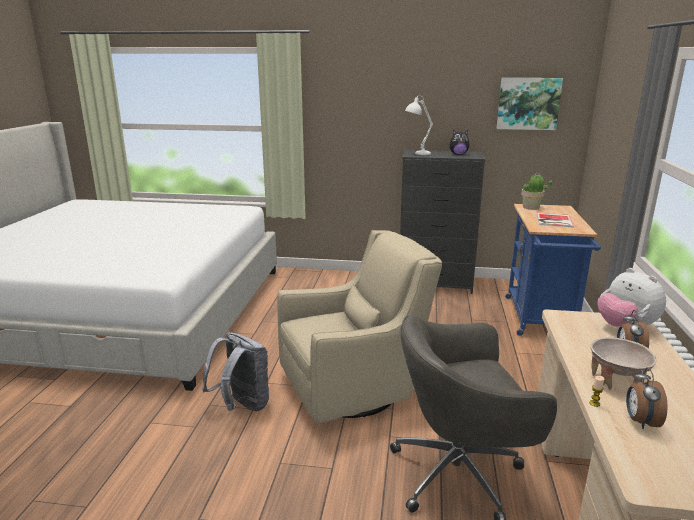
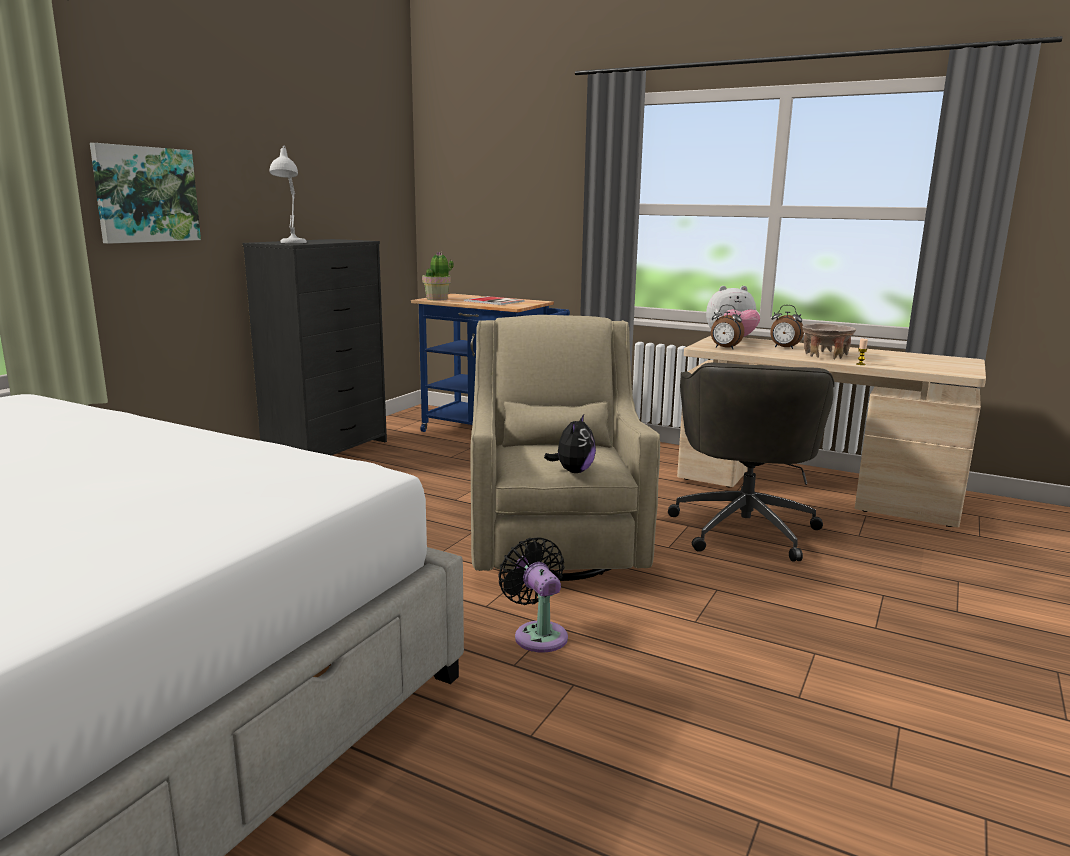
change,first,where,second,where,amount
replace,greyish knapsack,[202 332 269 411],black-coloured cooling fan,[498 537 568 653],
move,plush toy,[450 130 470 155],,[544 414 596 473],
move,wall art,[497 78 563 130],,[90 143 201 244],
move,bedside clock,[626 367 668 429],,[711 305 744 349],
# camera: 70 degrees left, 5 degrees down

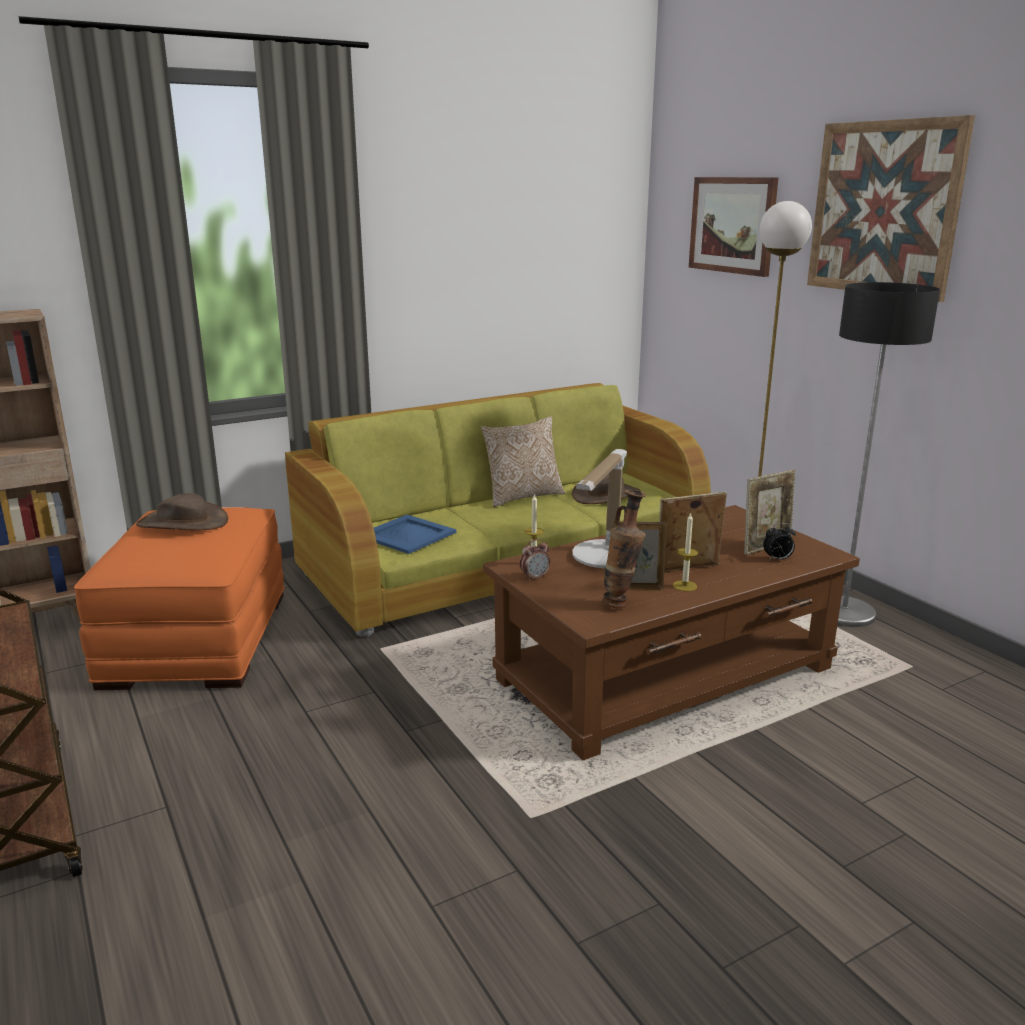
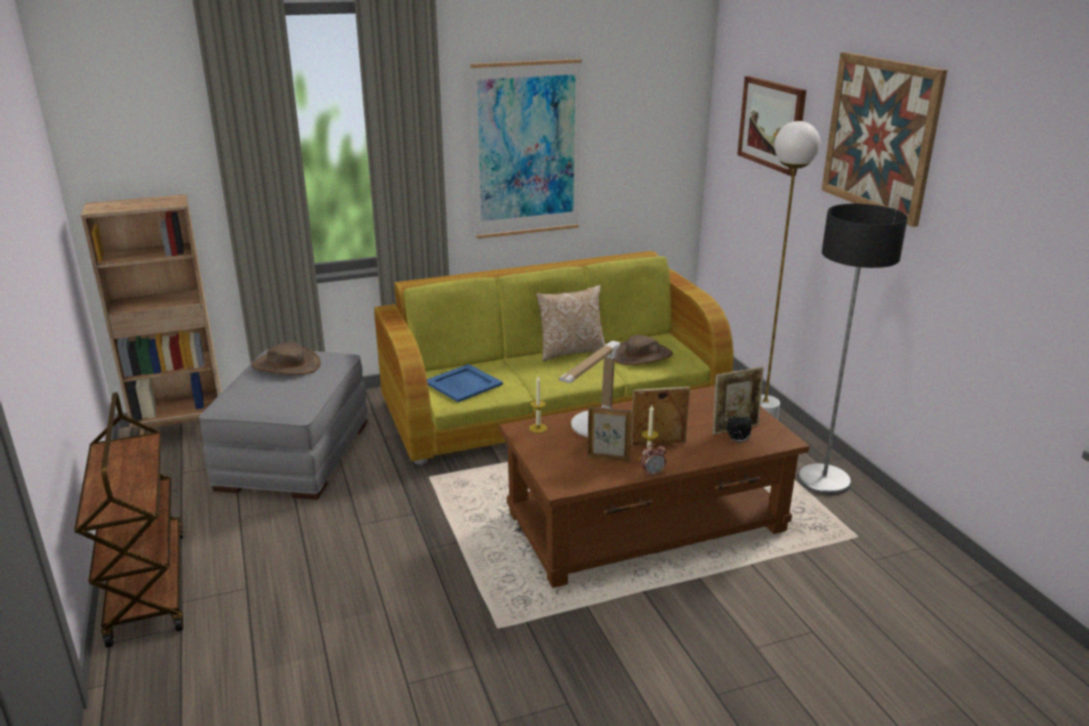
change,first,where,second,where,amount
recolor,orangey ottoman,[74 507 284 690],greyish ottoman,[199 350 368 500],
move,bedside clock,[520 539 550 581],,[640 443 666 477],
delete,vase,[602 490 646 609],,,
insert,,,wall art,[470 59 582 239],
# camera: 10 degrees right, 5 degrees up

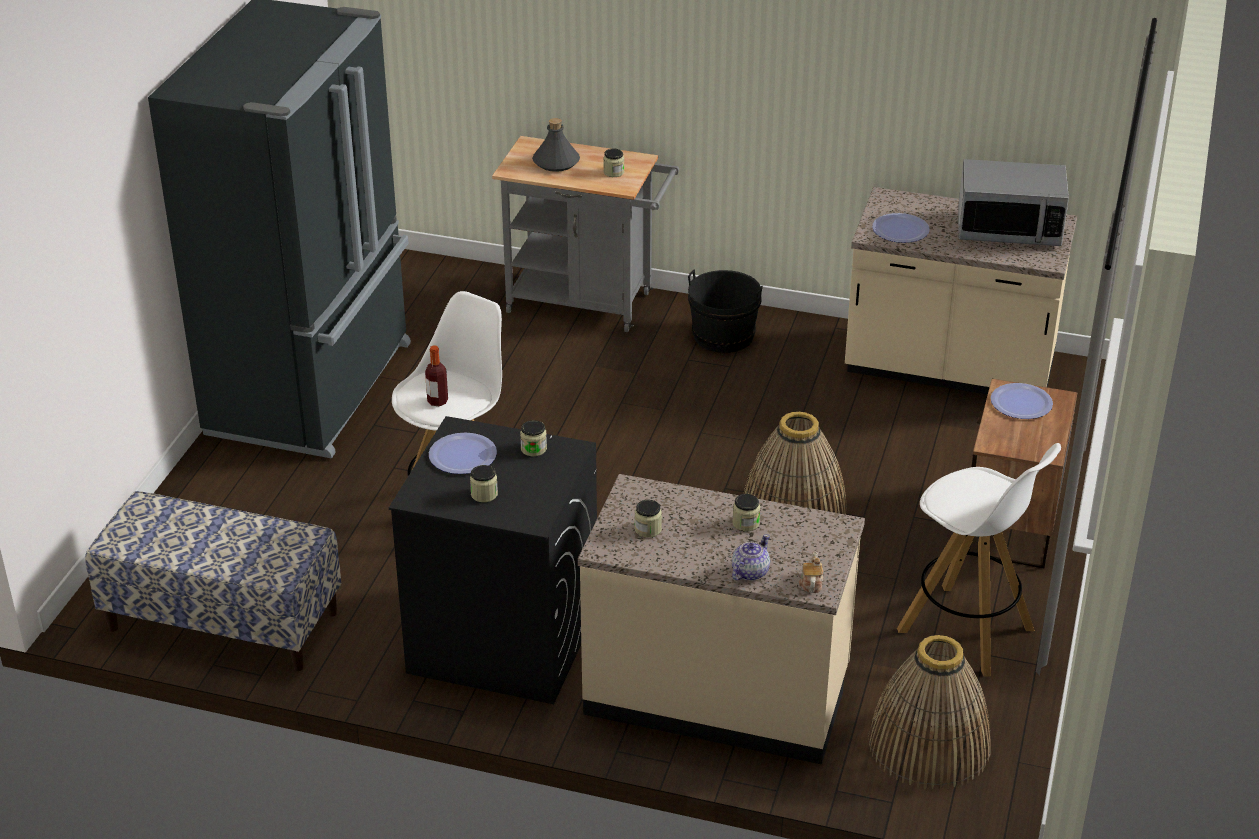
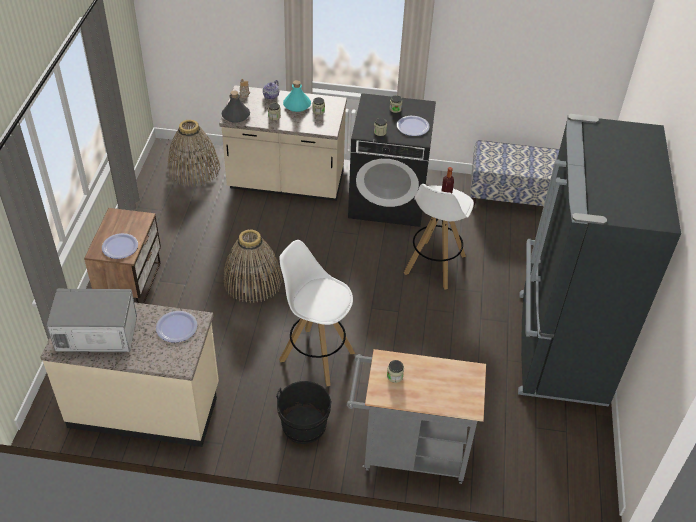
change,first,where,second,where,amount
move,greyish bottle,[532 118 580 172],,[222 91 250 123],
move,white stool,[897 443 1061 677],,[279 240 355 386],
insert,,,blue-green bottle,[283 80 311 112],
# camera: 170 degrees right, 10 degrees up

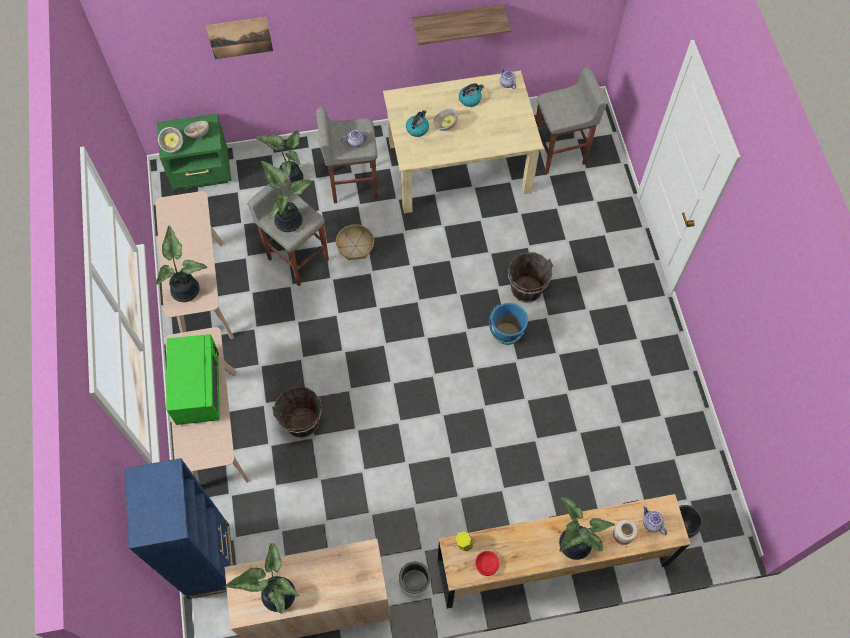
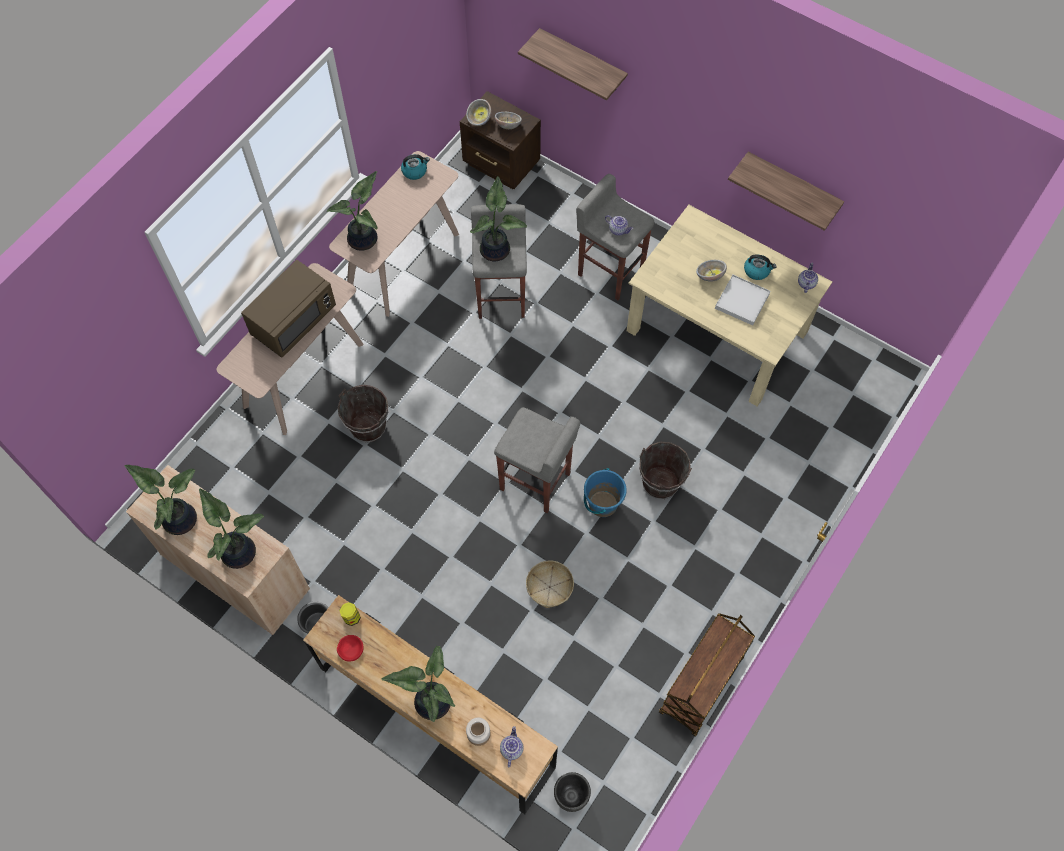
change,first,where,second,where,amount
delete,bluish bookshelf,[125 458 233 599],,,
recolor,greenish nightstand,[157 113 231 190],brown nightstand,[460 91 541 189],
recolor,greenish microwave oven,[166 334 220 425],brown microwave oven,[241 260 336 358],
replace,wall art,[205 17 273 59],shelf,[518 28 628 100],
move,plant in a pot,[255 131 303 183],,[199 489 264 569],
move,household basket,[336 224 374 260],,[526 560 574 608],
move,kettle,[406 110 429 137],,[401 154 430 180],
move,greyish stool,[536 68 607 174],,[494 407 580 513],
insert,,,brown wheeled cart,[659 613 755 736],
insert,,,white tray,[715 275 770 325],
# camera: 45 degrees right, 0 degrees up

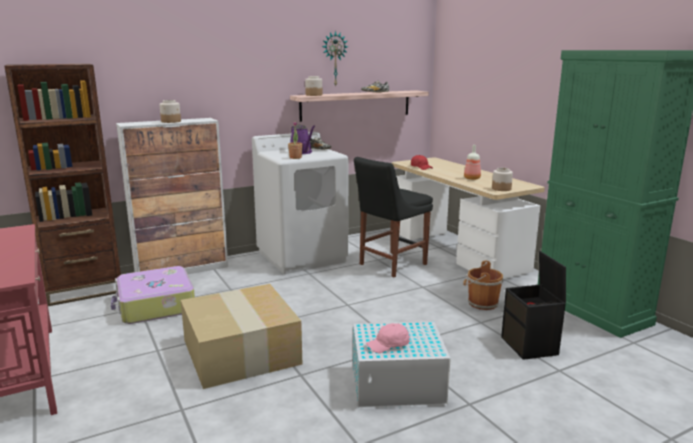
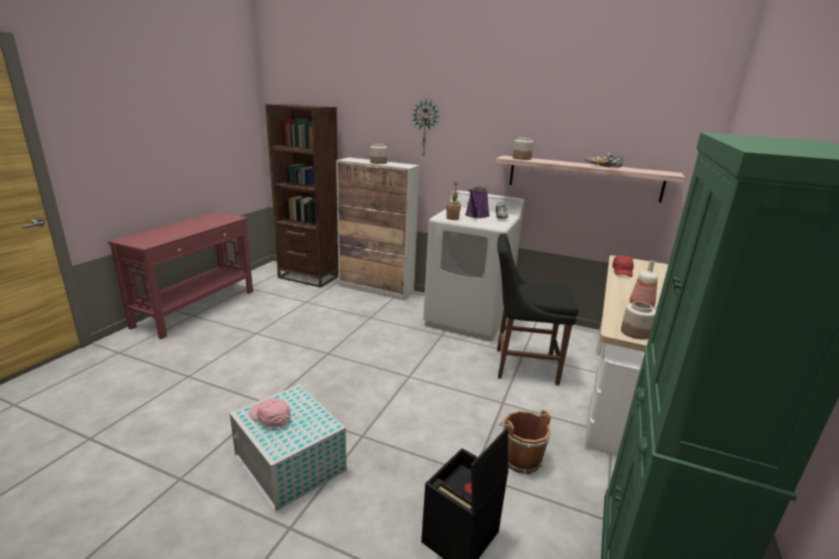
change,first,where,second,where,amount
delete,piece of luggage,[111 266 195 324],,,
delete,packing box,[181 284 302 389],,,
move,wall clock,[322 31 348 86],,[411 99 440 157],
# camera: 50 degrees right, 5 degrees up

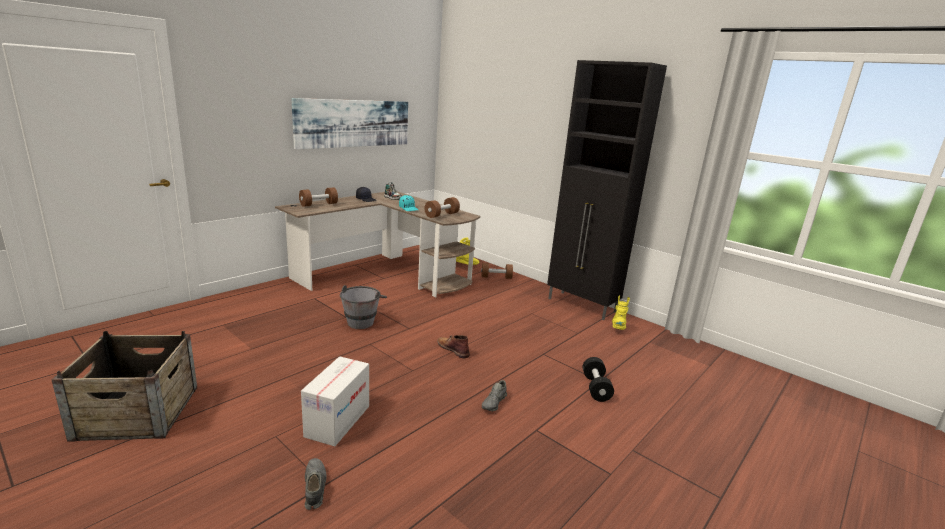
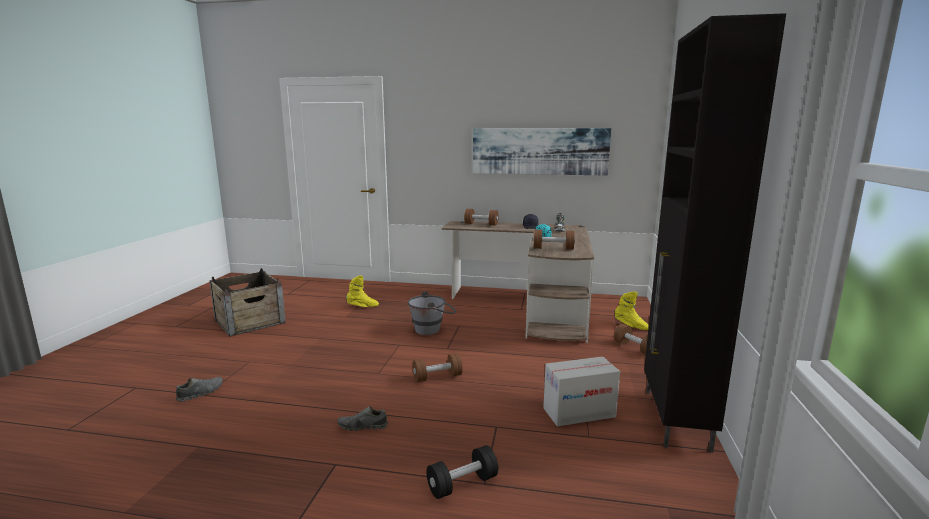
change,first,where,second,where,amount
move,packing box,[301 356 369 446],,[543 356 620 426],
replace,brown high-top boot,[437 335 470 358],brown dumbbell,[413 353 463 382],
move,yellow high-top boot,[612 295 630 330],,[346 275 379 307],
# camera: 60 degrees right, 5 degrees down

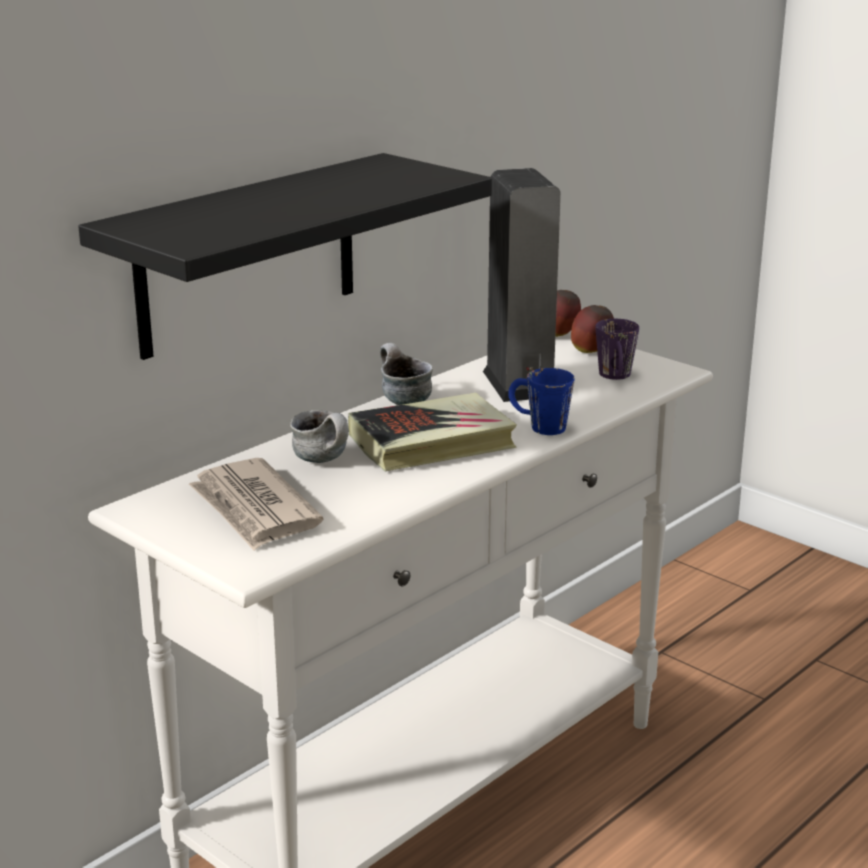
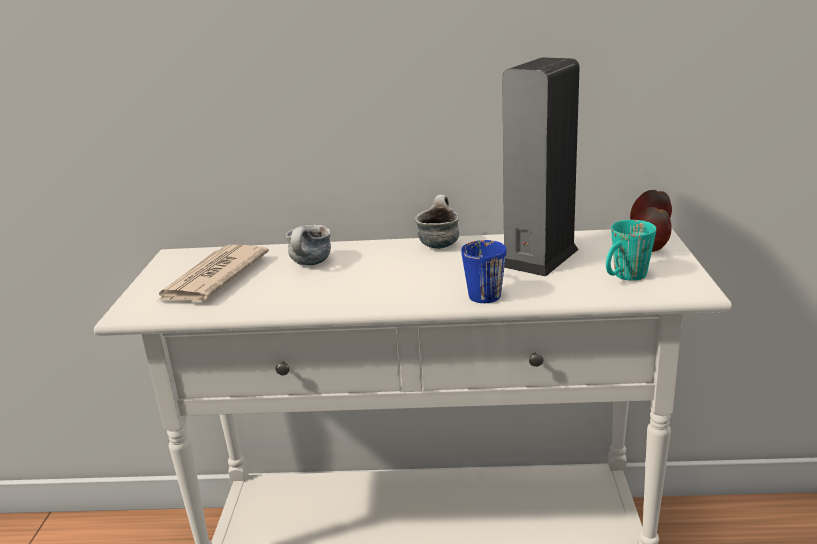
change,first,where,second,where,amount
delete,black-coloured shelf,[78 153 492 360],,,
delete,book,[348 393 517 471],,,
recolor,purple coffee mug,[596 319 639 380],blue-green coffee mug,[606 220 656 281],
# camera: 50 degrees right, 0 degrees up

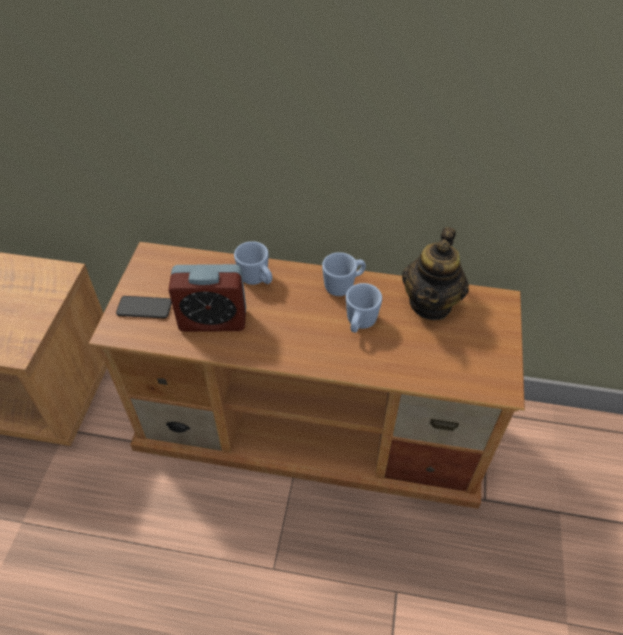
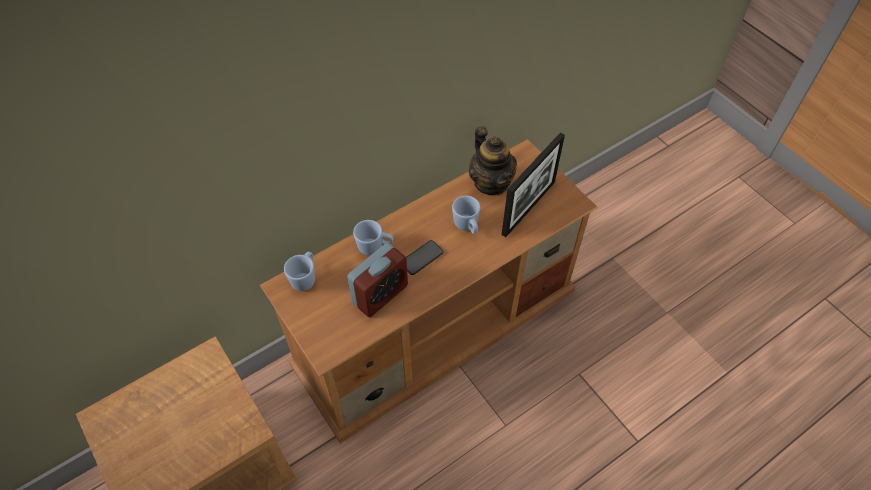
change,first,where,second,where,amount
move,phone,[116 296 172 318],,[406 240 444 275],
move,bluish coffee mug,[322 252 366 296],,[284 252 315 291],
insert,,,picture frame,[502 132 565 237],
# camera: 45 degrees left, 5 degrees up

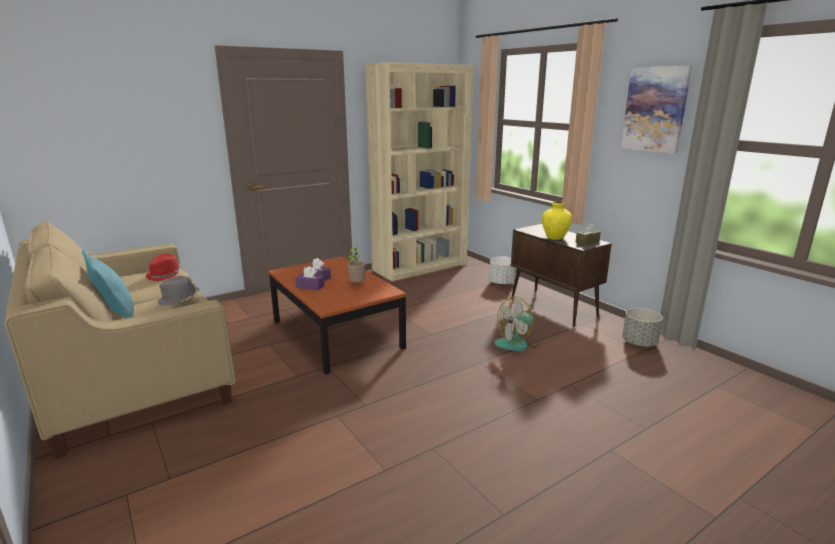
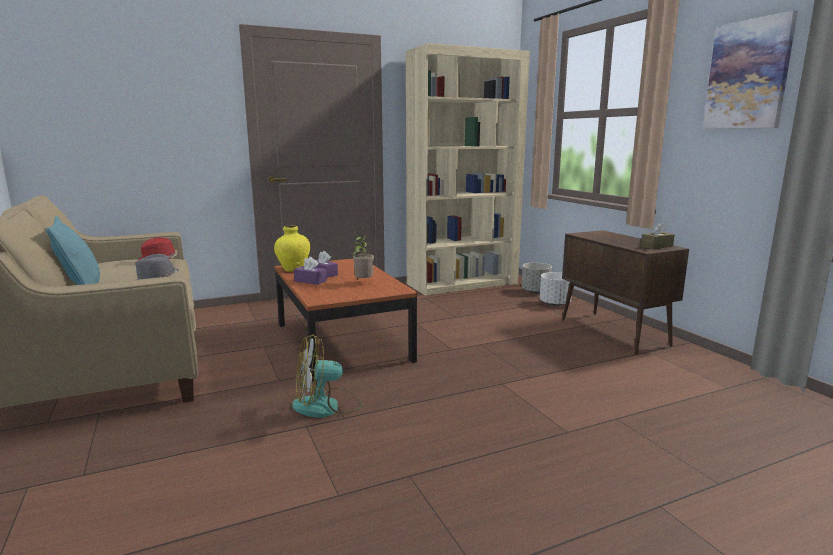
change,first,where,second,where,amount
move,cooling fan,[494 296 541 351],,[292 334 362 418],
move,yellow vase,[542 201 572 240],,[274 225 310 272],
move,greyish plant pot,[622 308 663 347],,[522 263 552 294],
# camera: 10 degrees right, 5 degrees down

